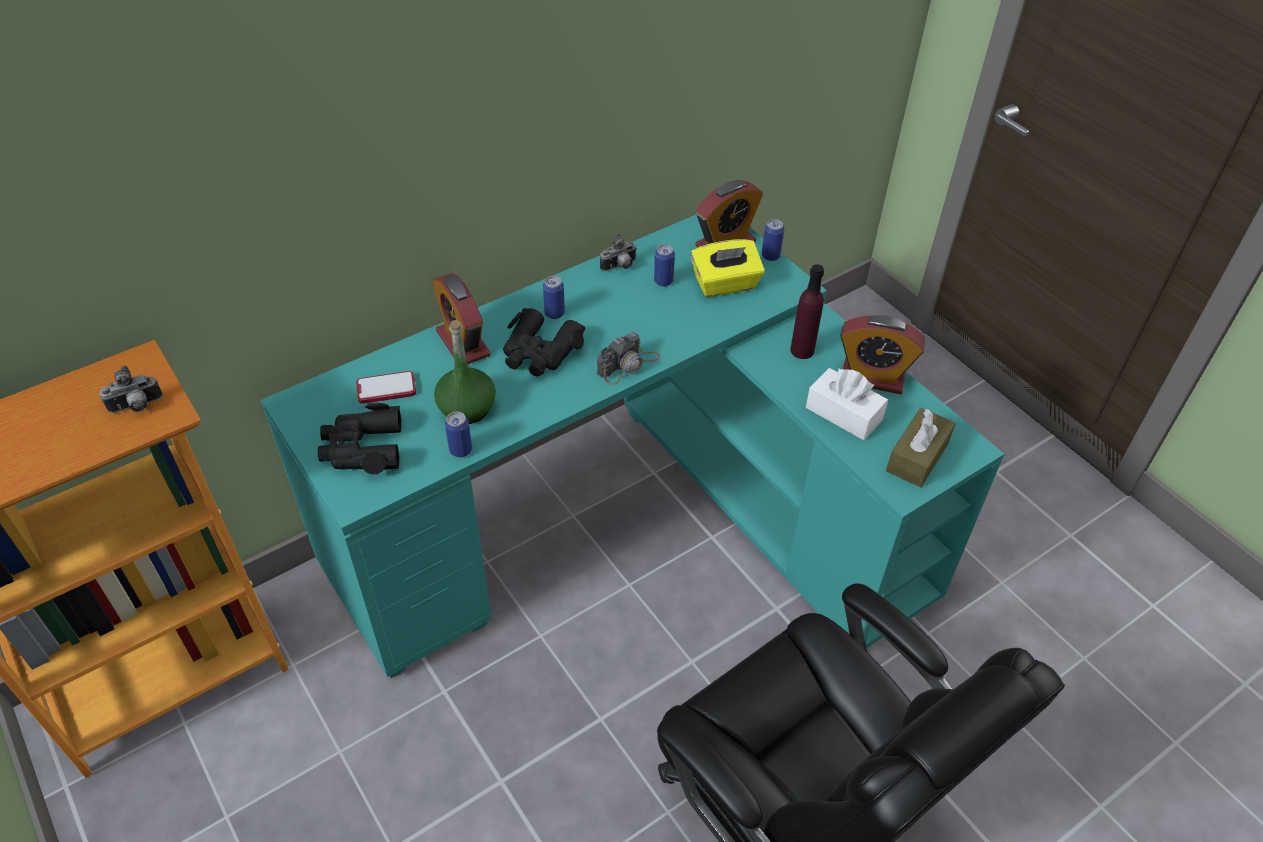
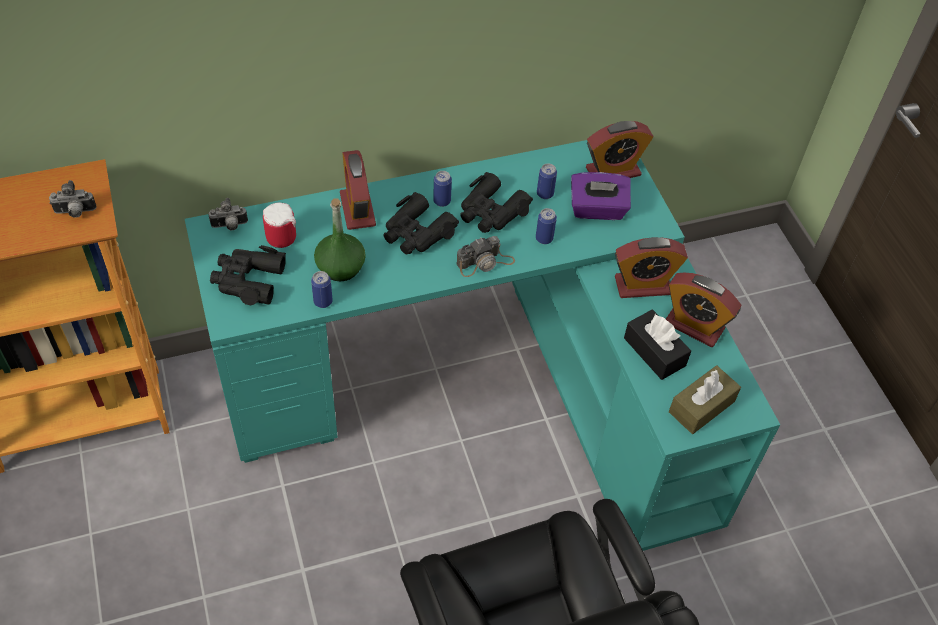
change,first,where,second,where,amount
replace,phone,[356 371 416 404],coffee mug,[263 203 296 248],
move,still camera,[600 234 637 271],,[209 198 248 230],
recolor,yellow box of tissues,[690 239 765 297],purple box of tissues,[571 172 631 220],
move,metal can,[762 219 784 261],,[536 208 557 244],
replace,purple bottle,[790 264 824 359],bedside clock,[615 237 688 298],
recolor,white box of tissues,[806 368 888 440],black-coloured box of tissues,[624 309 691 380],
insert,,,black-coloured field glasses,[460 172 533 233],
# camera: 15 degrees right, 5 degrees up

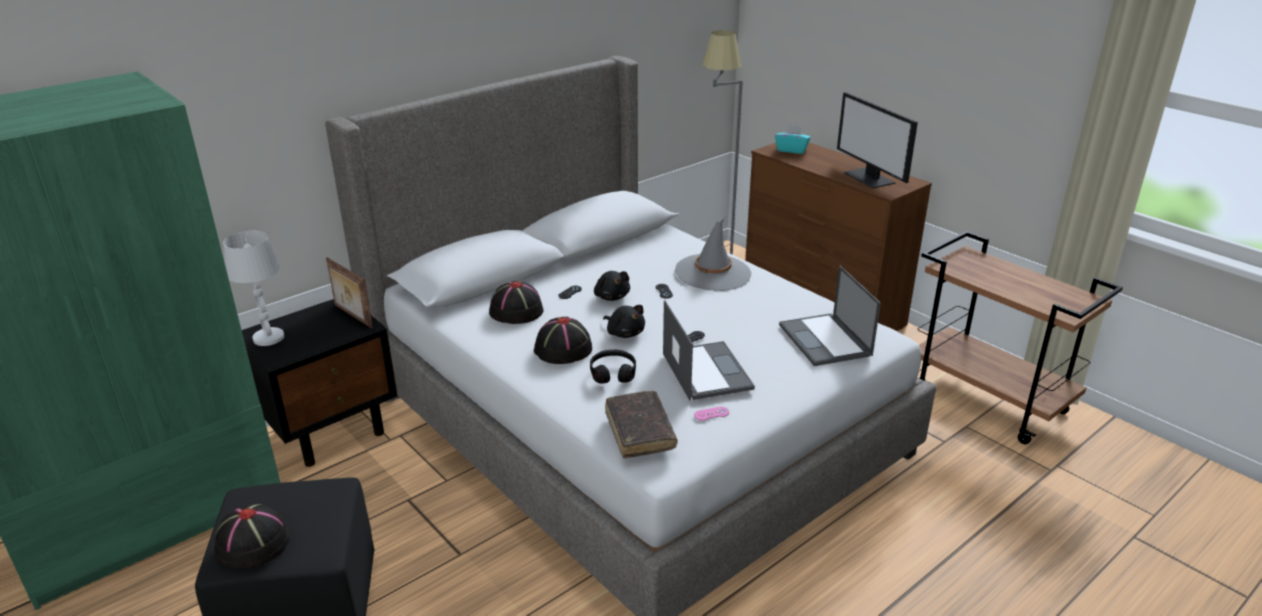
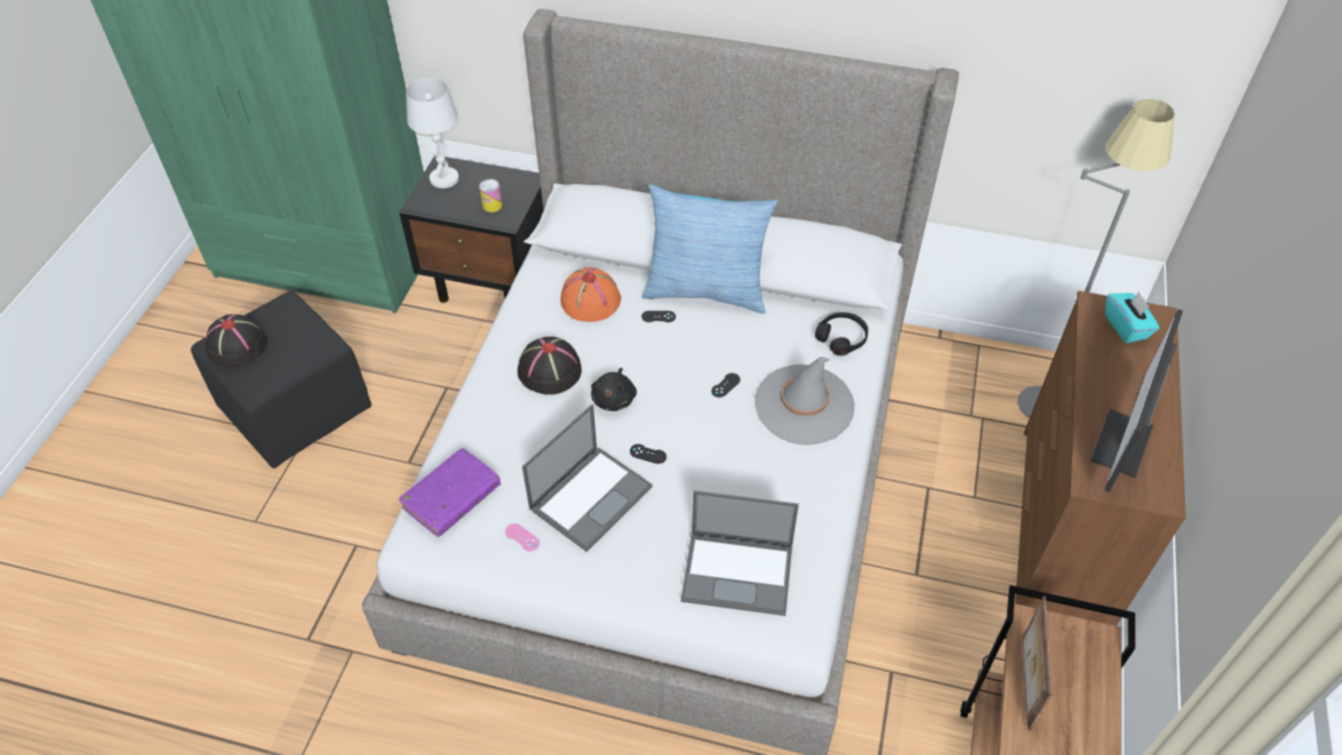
change,first,where,second,where,amount
move,picture frame,[326 258 373 329],,[1022 596 1053 731],
recolor,black-coloured hat,[489 281 544 324],orangey hat,[561 267 621 322],
move,black-coloured headset,[590 350 636 384],,[815 312 868 356],
delete,black-coloured plush toy,[594 271 630 301],,,
recolor,brown book,[605 391 677 458],purple book,[399 448 501 537],
rotate,laptop,[779 266 881 366],,[681 490 799 616],120 degrees counterclockwise
insert,,,metal can,[479 179 502 212],
insert,,,cushion,[642 185 778 314],
# camera: 55 degrees right, 20 degrees up

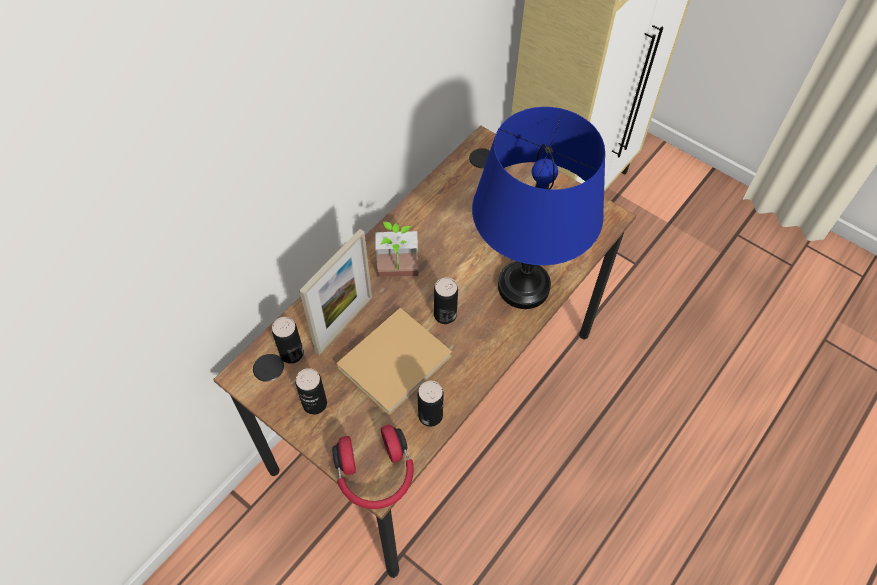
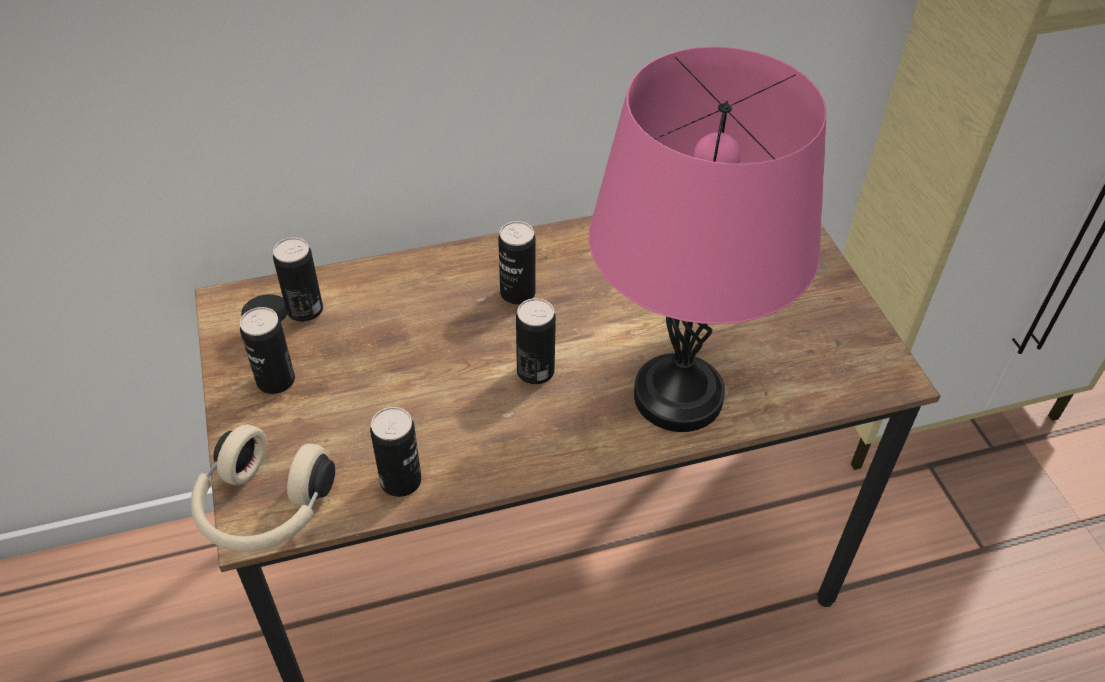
change,first,where,second,where,amount
delete,picture frame,[299 229 372 355],,,
recolor,reddish headset,[332 425 414 509],beige-coloured headset,[191 424 335 552],
delete,beige-coloured book,[336 308 452 415],,,
replace,plant in a pot,[375 222 419 277],metal can,[498 221 536 304],
recolor,bluish tabletop lamp,[472 107 605 309],pinkish tabletop lamp,[589 47 826 432],
# camera: 35 degrees right, 10 degrees down

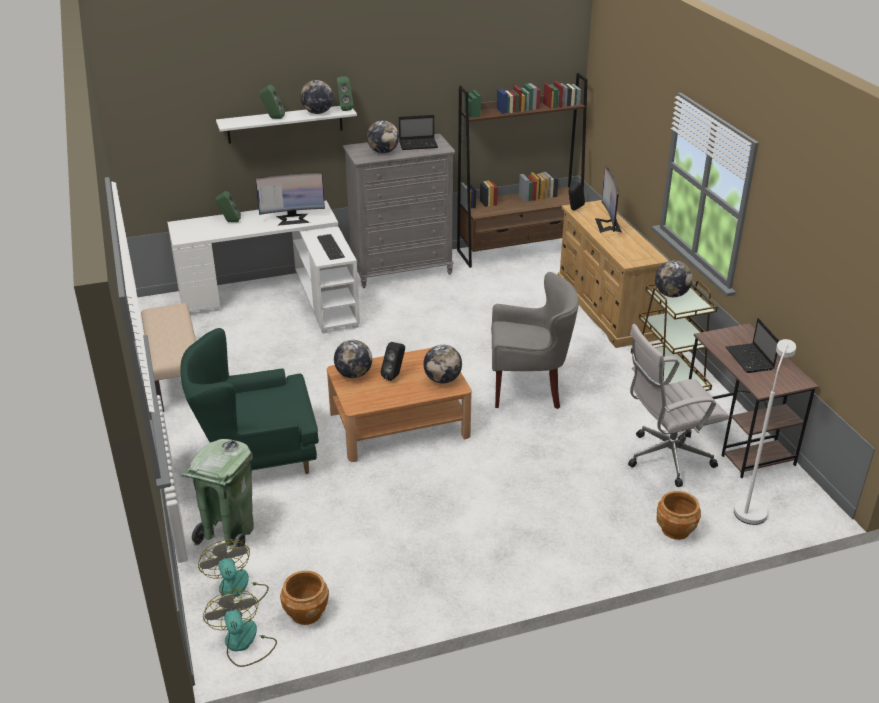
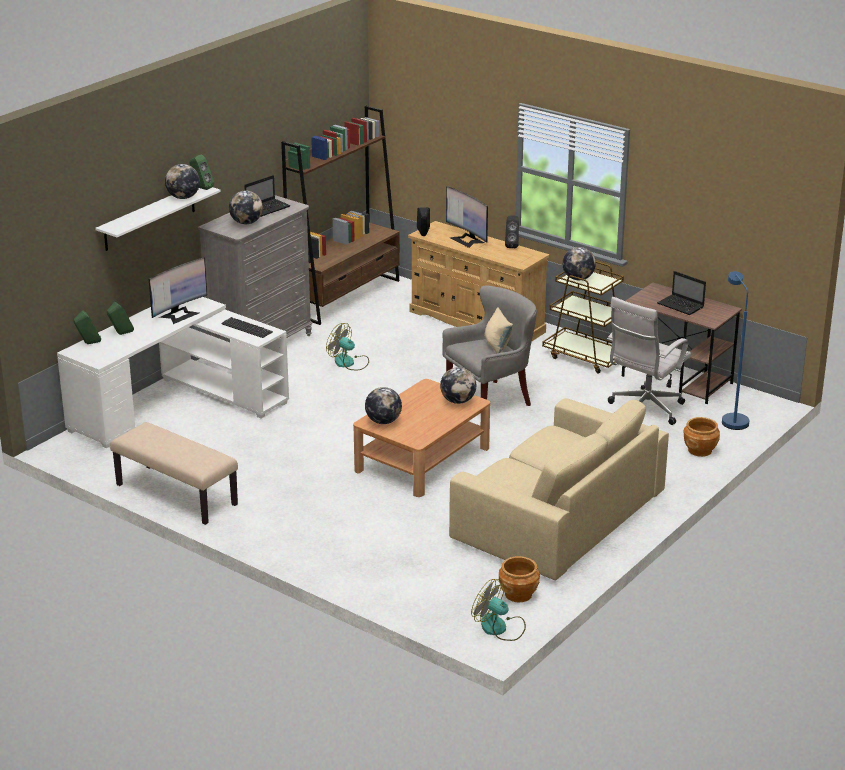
change,first,where,second,where,amount
delete,greenish lounge chair,[180 328 319 474],,,
delete,greenish trash can,[181 439 254 548],,,
move,cooling fan,[198 539 269 611],,[326 323 369 370],
move,greenish audio speaker,[259 85 285 119],,[73 310 101 344],
move,black-coloured audio speaker,[380 342 405 381],,[505 215 519 248],
recolor,white standing lamp,[734 339 796 525],bluish standing lamp,[722 271 749 430],
insert,,,beige-coloured sofa,[449 398 669 580],
insert,,,beige-coloured cushion,[484 307 513 354],
# camera: 35 degrees left, 5 degrees down

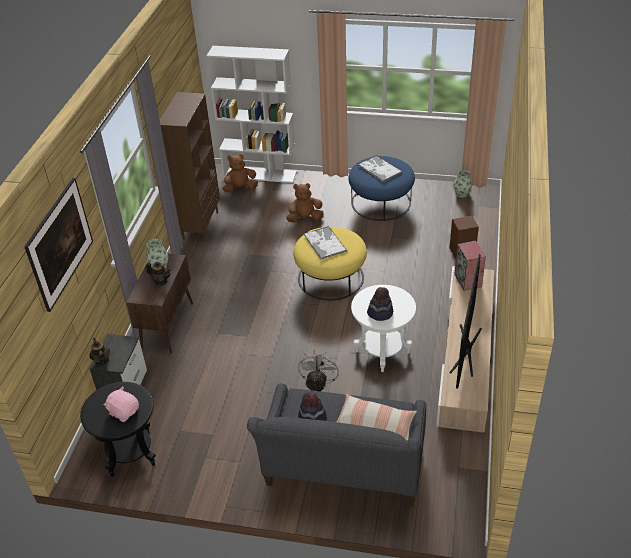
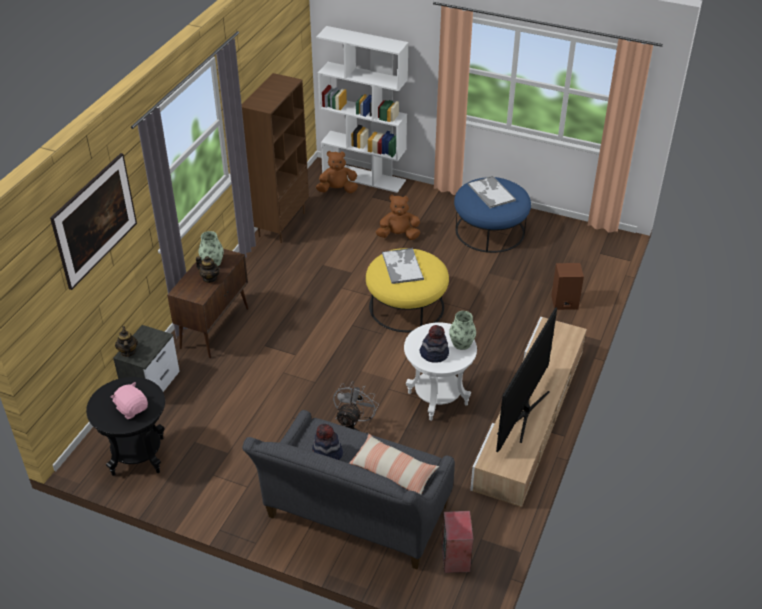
change,first,where,second,where,amount
move,vase,[454 170 472 198],,[449 311 476 350],
move,audio speaker,[454 241 486 291],,[441 511 474 573],
# camera: 10 degrees right, 0 degrees up

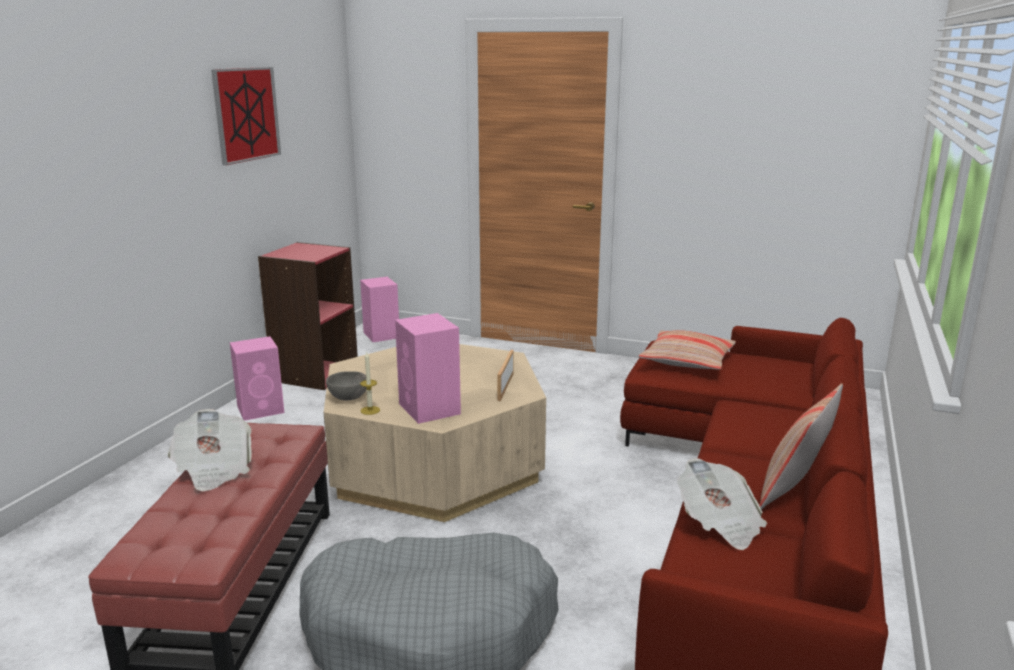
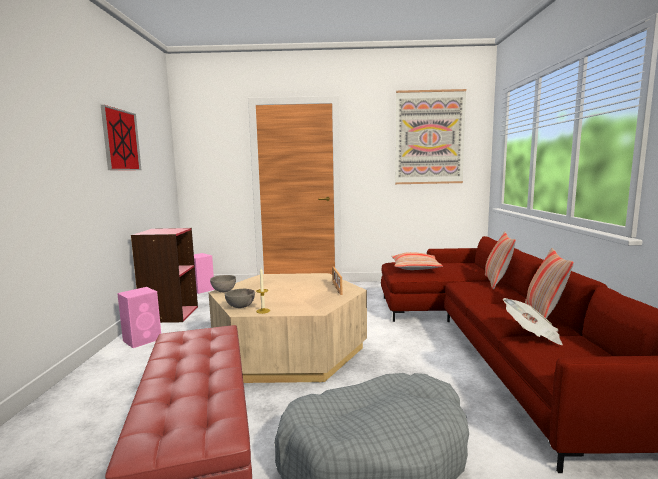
change,first,where,second,where,amount
delete,printed paper,[168 409 252 492],,,
delete,pinkish audio speaker,[395 313 461 424],,,
insert,,,greyish deep dish,[210 275 236 292],
insert,,,wall art,[395 89 466 184],
insert,,,cushion,[485 231 516 289],
# camera: 20 degrees left, 10 degrees down

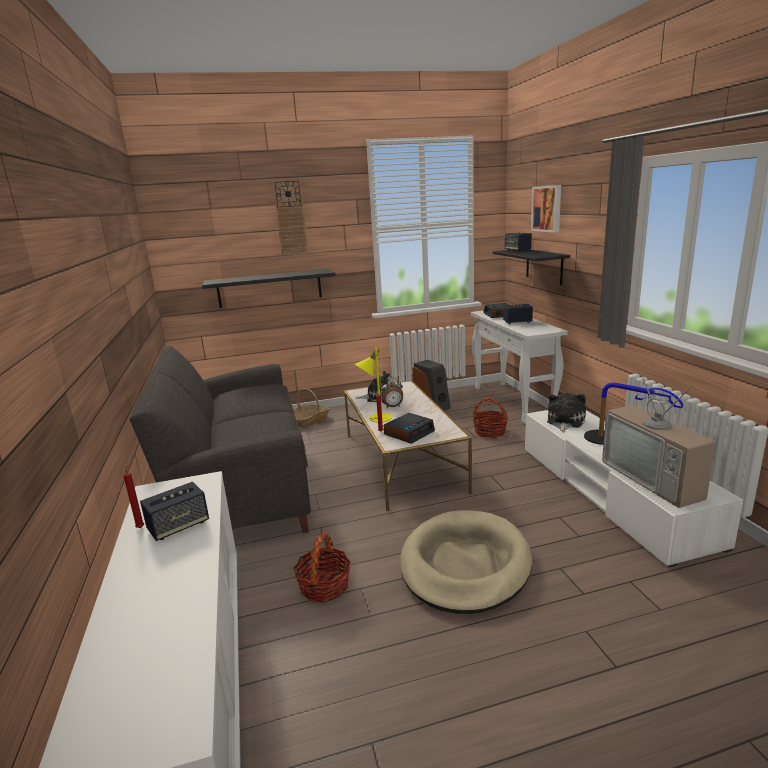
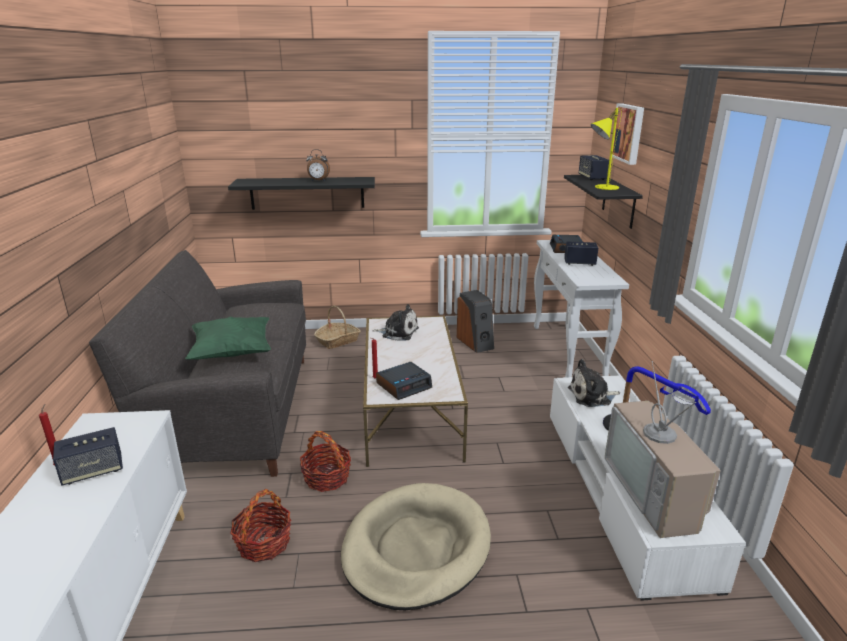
change,first,where,second,where,amount
delete,wall clock,[273 179 308 256],,,
move,yellow tabletop lamp,[355 348 392 423],,[591 108 622 190],
move,bedside clock,[380 377 403 408],,[306 149 330 181],
move,household basket,[473 398 508 438],,[300 431 351 492],
rotate,plush toy,[547 393 586 432],,[568 359 620 407],135 degrees counterclockwise
insert,,,greenish cushion,[185 317 271 360],
# camera: 10 degrees right, 5 degrees up

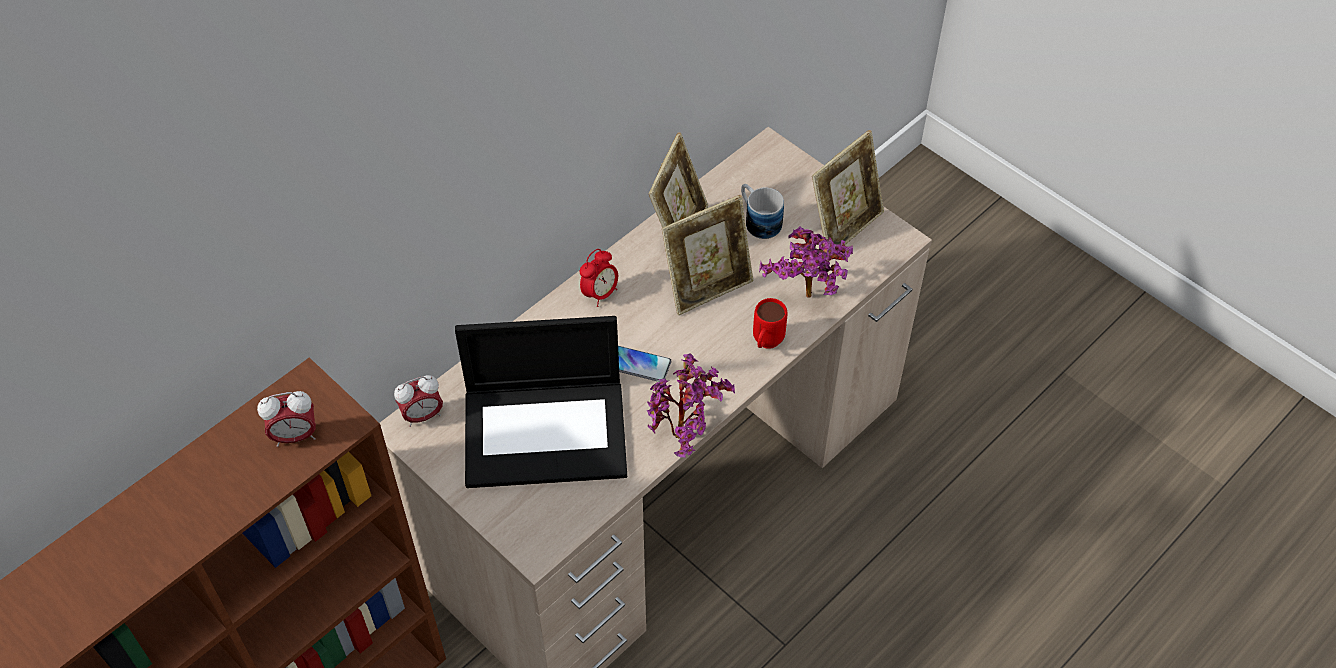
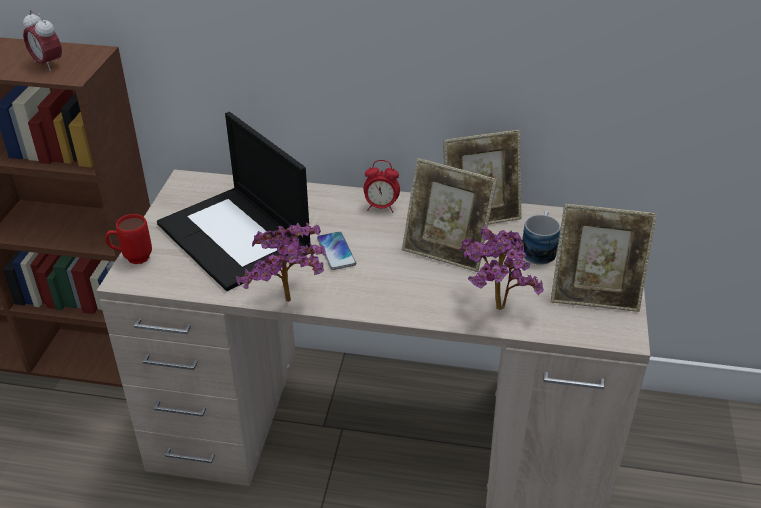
change,first,where,second,where,amount
delete,bedside clock,[394 375 443 427],,,
move,reddish coffee mug,[753 298 787 348],,[105 214 152 264],
# camera: 55 degrees right, 15 degrees down

